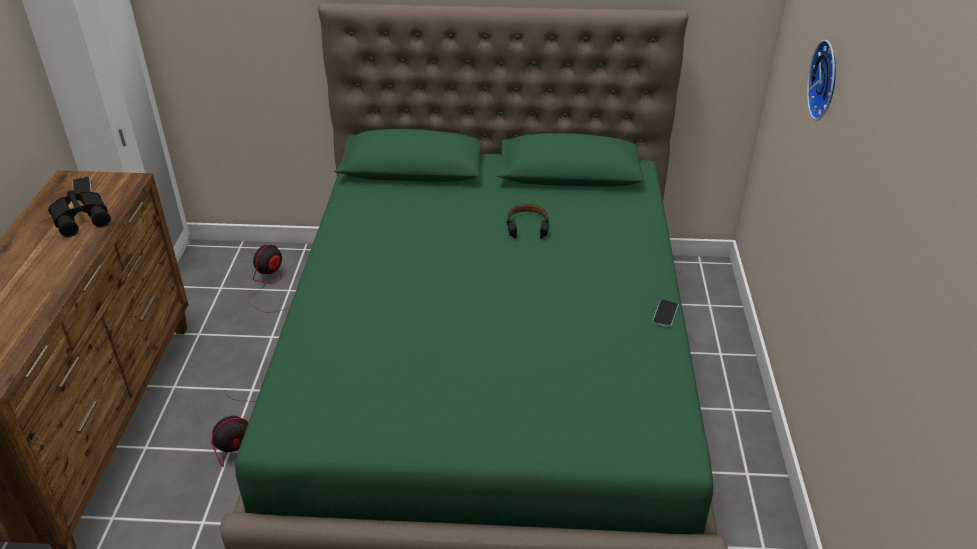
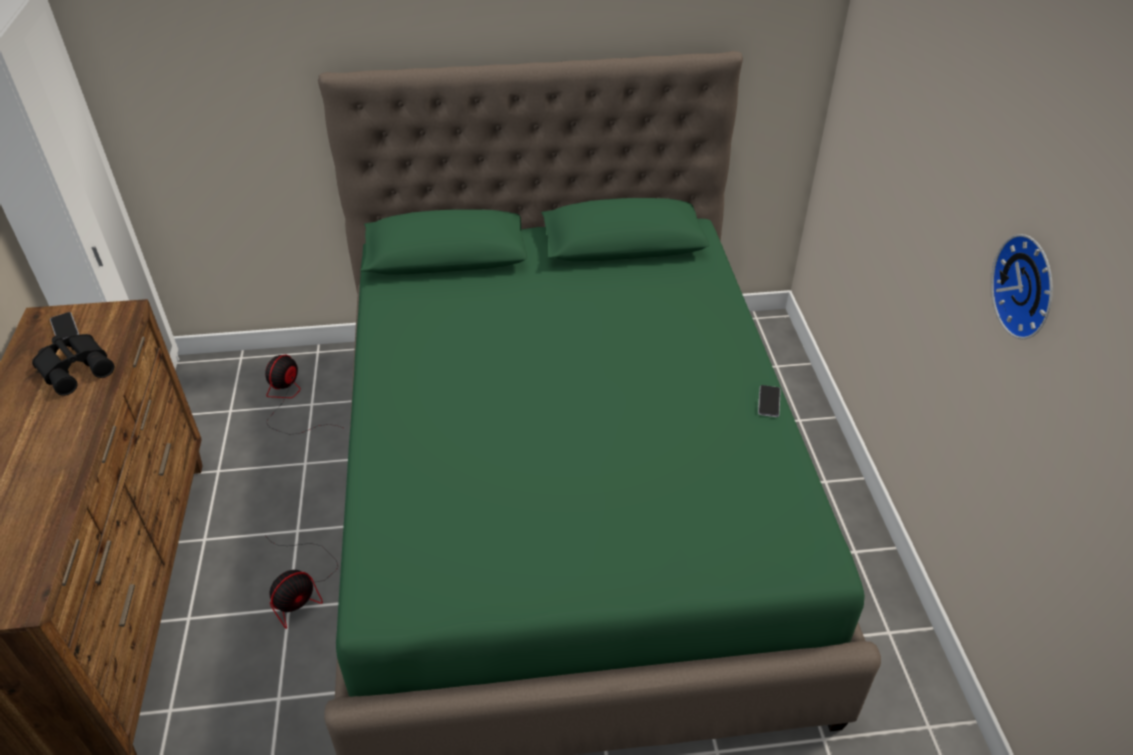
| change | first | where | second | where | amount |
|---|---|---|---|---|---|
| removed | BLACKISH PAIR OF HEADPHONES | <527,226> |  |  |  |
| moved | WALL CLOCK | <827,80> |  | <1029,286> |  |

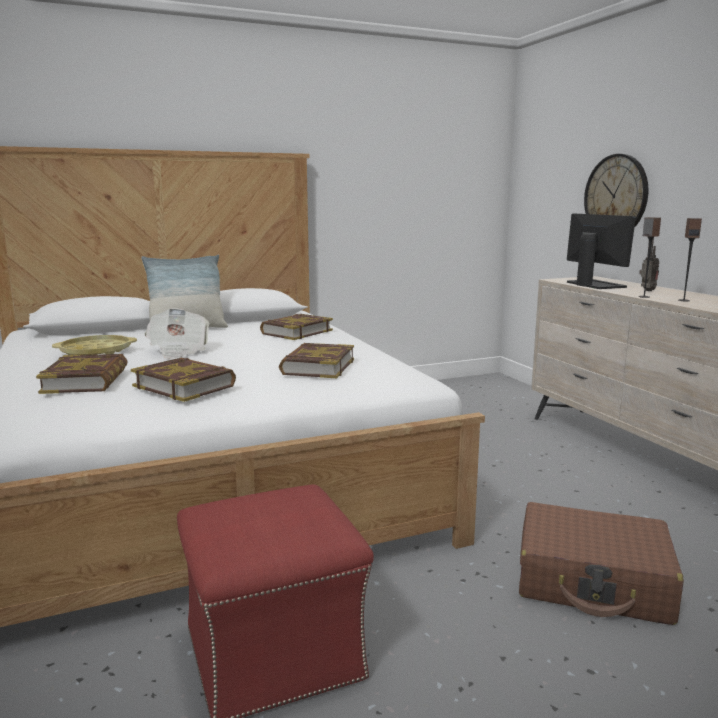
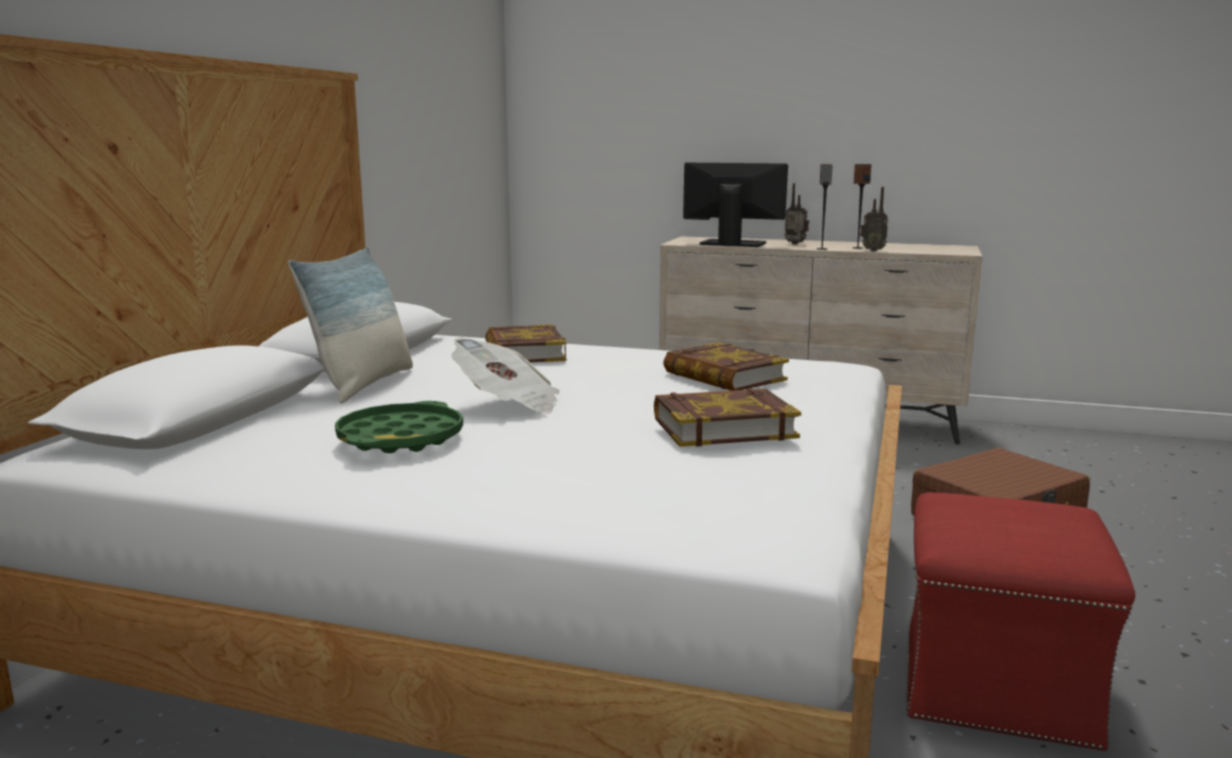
| change | first | where | second | where | amount |
|---|---|---|---|---|---|
| removed | VOLUME | <86,380> |  |  |  |
| recoloured | YELLOW SERVING TRAY | <96,352> | GREEN SERVING TRAY | <401,438> |  |
| removed | WALL CLOCK | <616,196> |  |  |  |
| added |  |  | RADIO RECEIVER | <872,250> |  |

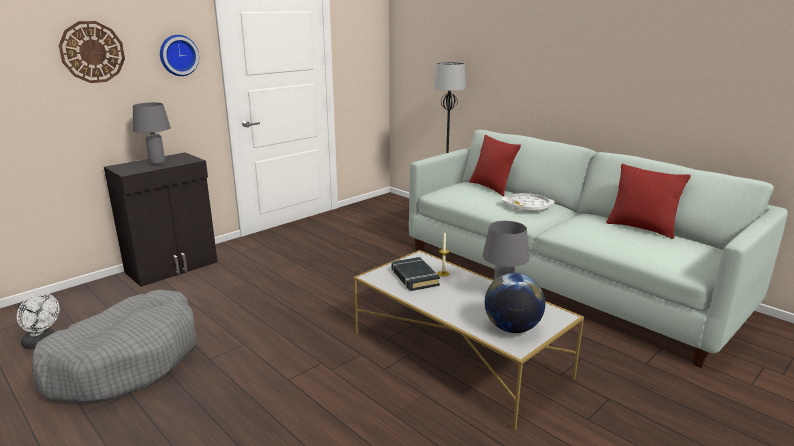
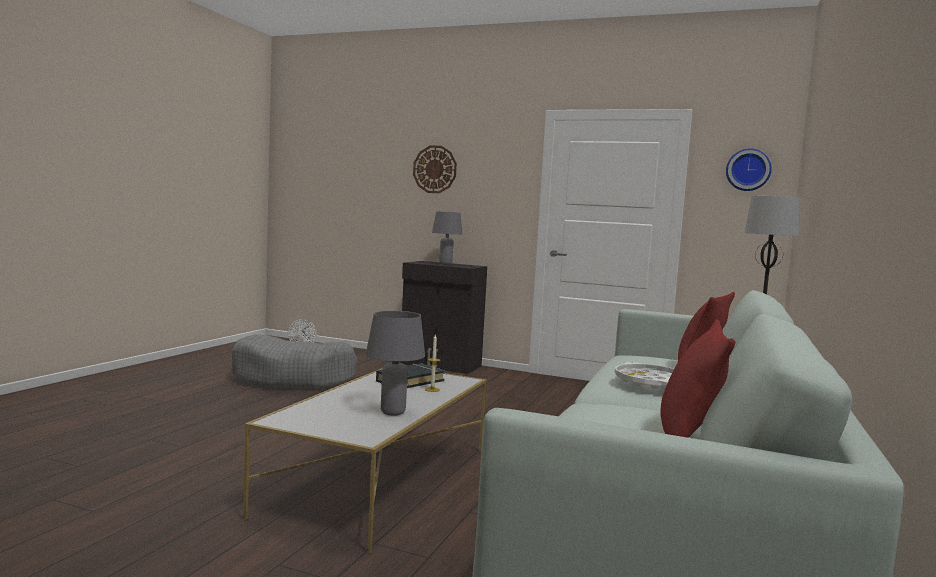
| change | first | where | second | where | amount |
|---|---|---|---|---|---|
| moved | WALL CLOCK | <178,55> |  | <748,170> |  |
| removed | DESK GLOBE | <512,328> |  |  |  |

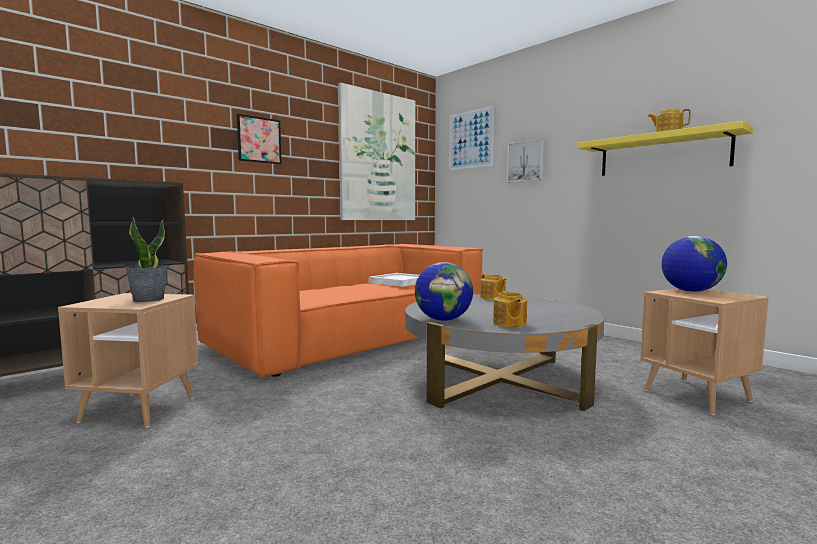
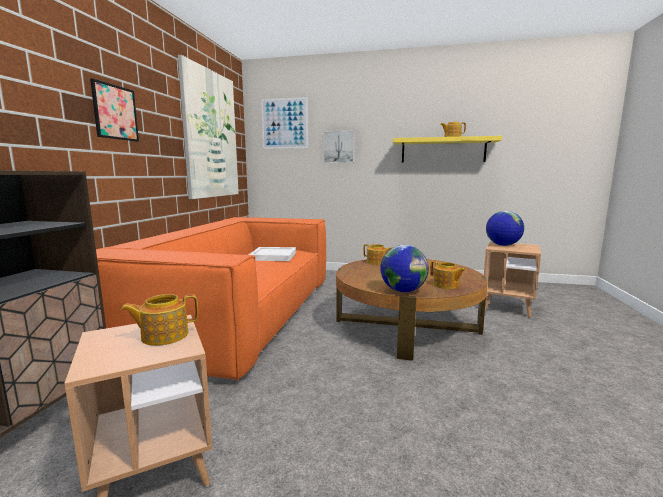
| change | first | where | second | where | amount |
|---|---|---|---|---|---|
| replaced | POTTED PLANT | <148,300> | TEA POT | <164,336> |  |
| recoloured | GREY LOW TABLE | <499,380> | BROWN LOW TABLE | <406,325> |  |

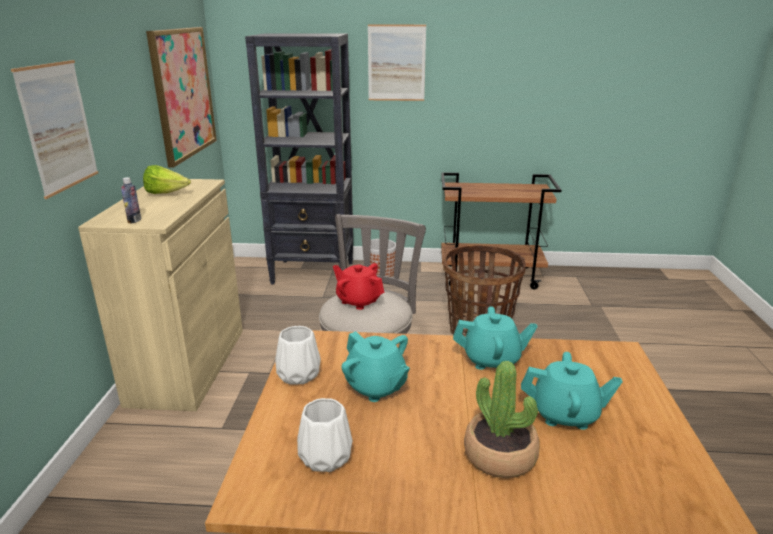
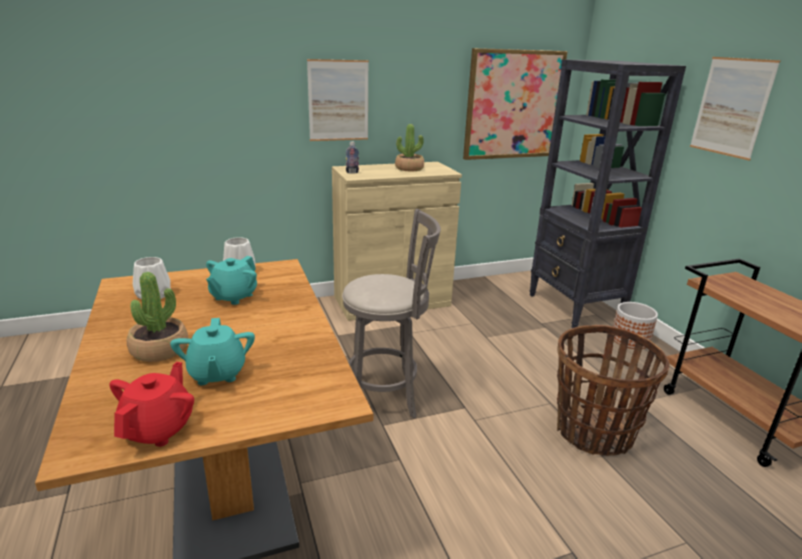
| change | first | where | second | where | amount |
|---|---|---|---|---|---|
| replaced | LETTUCE HEAD | <166,193> | POTTED PLANT | <409,168> |  |
| moved | REDDISH TEA POT | <358,301> |  | <158,429> |  |
| removed | TURQUOISE-COLOURED TEA POT | <492,360> |  |  |  |

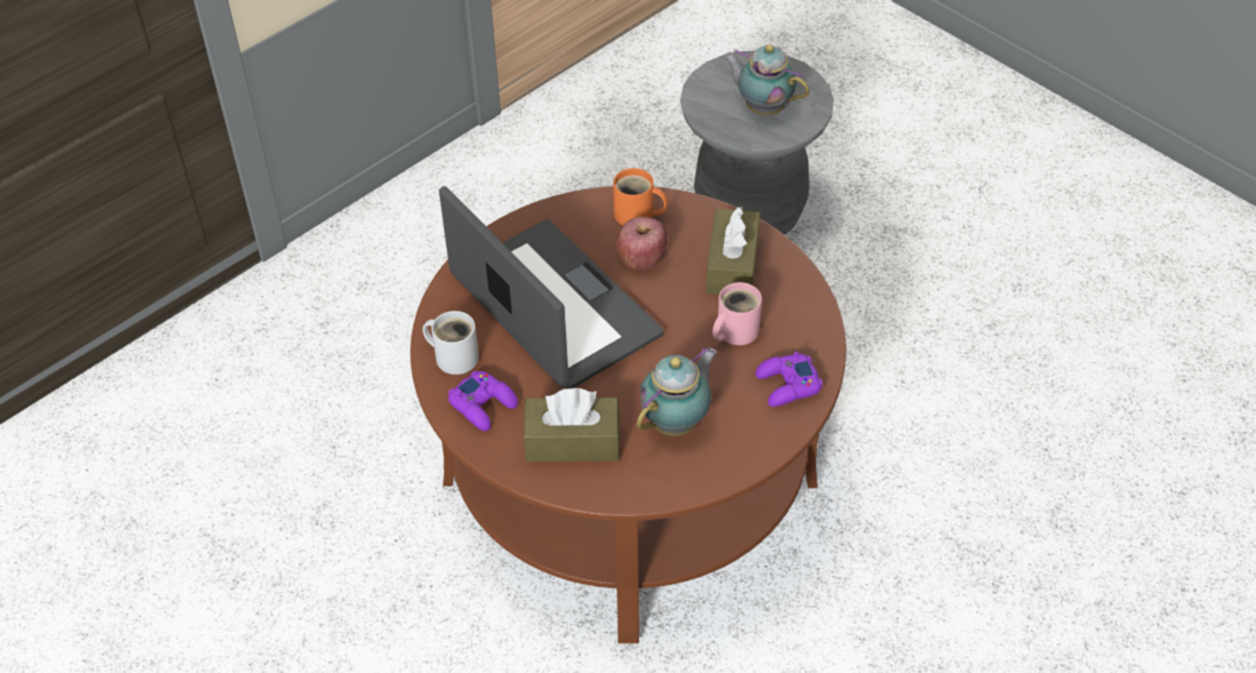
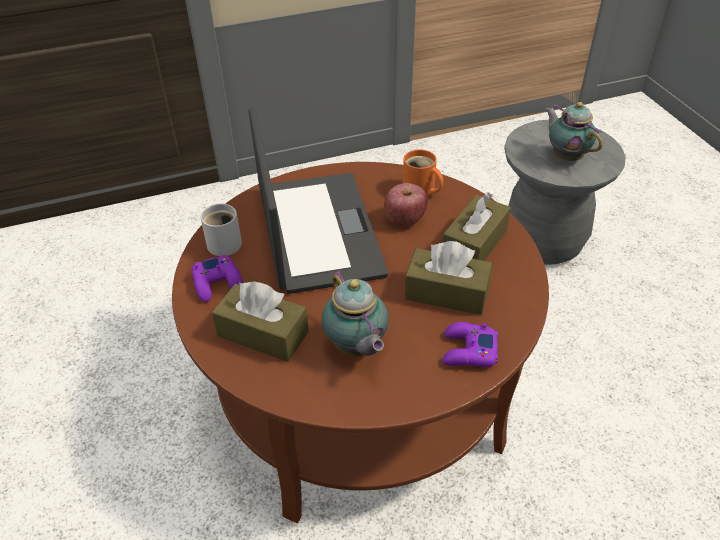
| change | first | where | second | where | amount |
|---|---|---|---|---|---|
| turned | TEA POT | <677,422> |  | <356,348> | 90 degrees clockwise |
| replaced | PINK TEA MUG | <734,331> | BROWN TISSUE HOLDER | <446,293> |  |

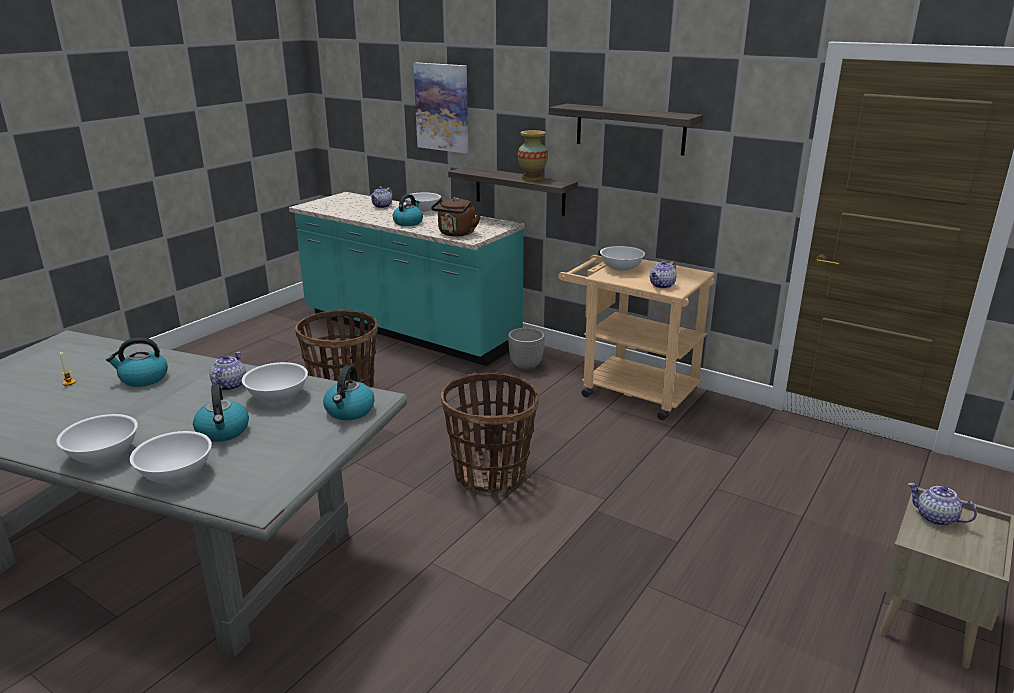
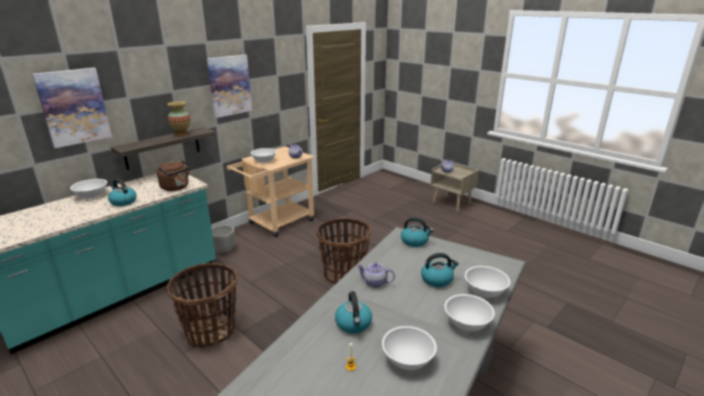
| change | first | where | second | where | amount |
|---|---|---|---|---|---|
| moved | WHITISH SERVING BOWL | <278,396> |  | <407,359> |  |
| removed | TEA POT | <382,206> |  |  |  |
| replaced | BRACKET SHELF | <630,129> | WALL PICTURE | <229,85> |  |

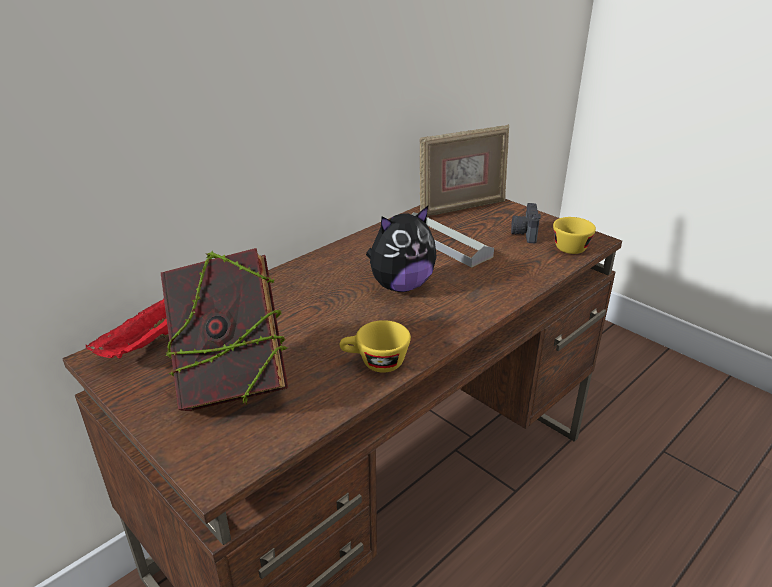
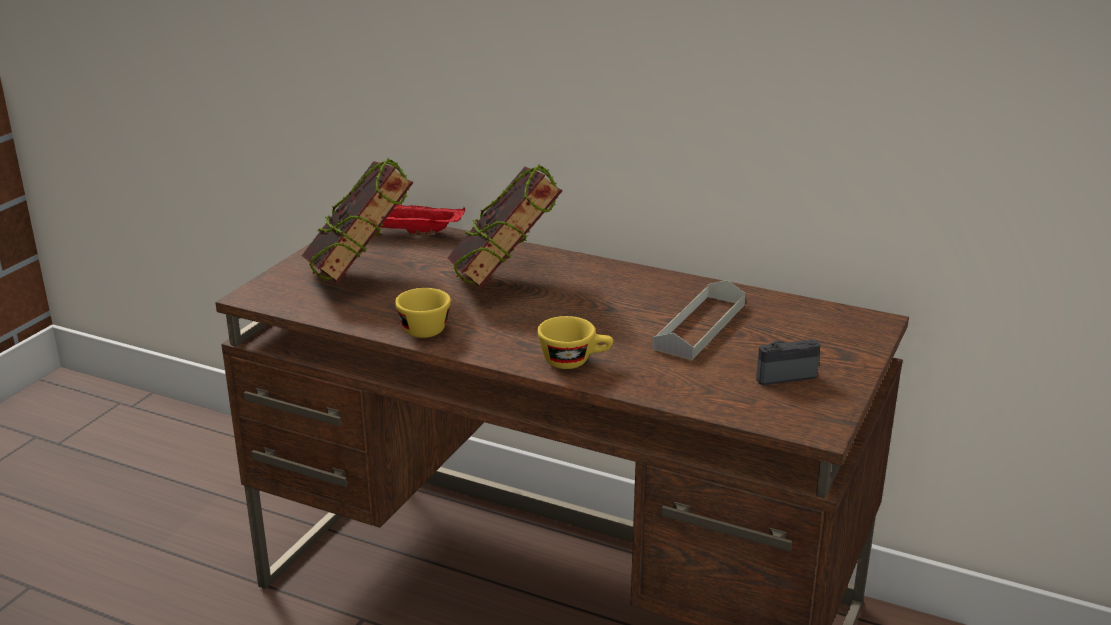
| change | first | where | second | where | amount |
|---|---|---|---|---|---|
| removed | CUDDLY TOY | <400,286> |  |  |  |
| removed | PICTURE FRAME | <461,207> |  |  |  |
| moved | YELLOW CUP | <570,246> |  | <575,361> |  |
| added |  |  | VOLUME | <504,281> |  |

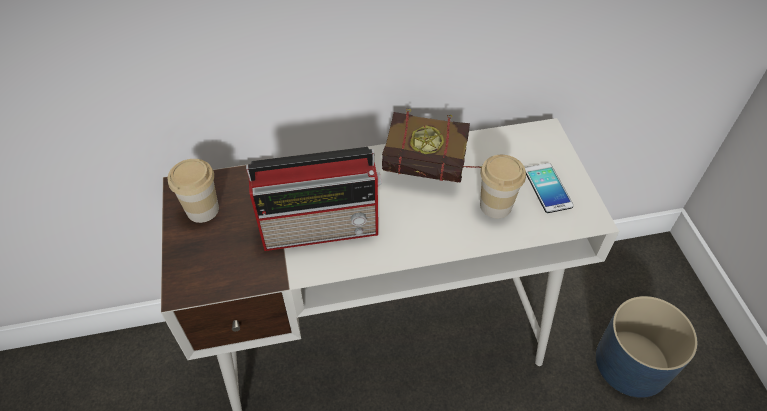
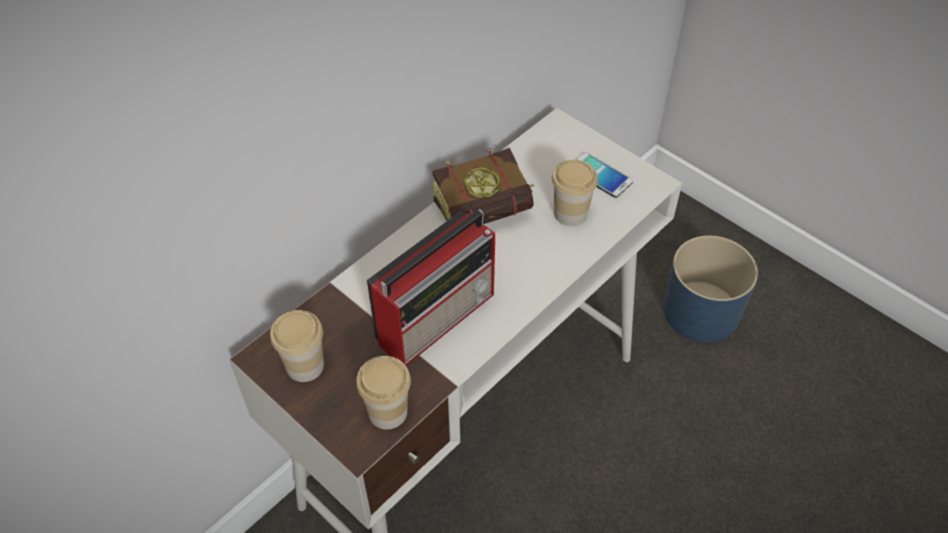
| change | first | where | second | where | amount |
|---|---|---|---|---|---|
| added |  |  | CUP | <388,412> |  |

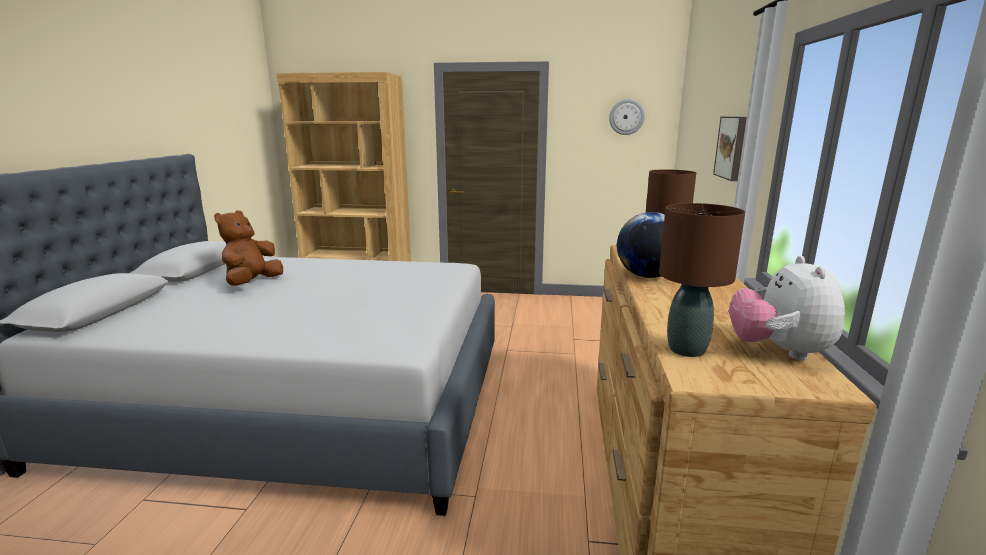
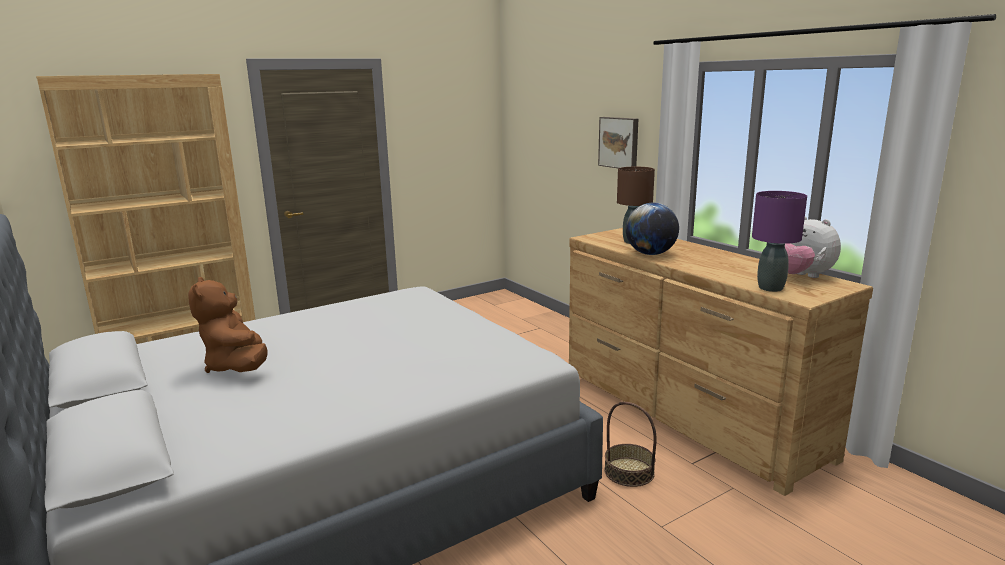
| change | first | where | second | where | amount |
|---|---|---|---|---|---|
| removed | WALL CLOCK | <626,117> |  |  |  |
| recoloured | BROWN TABLETOP LAMP | <686,350> | PURPLE TABLETOP LAMP | <770,288> |  |
| added |  |  | STORAGE BASKET | <629,472> |  |

